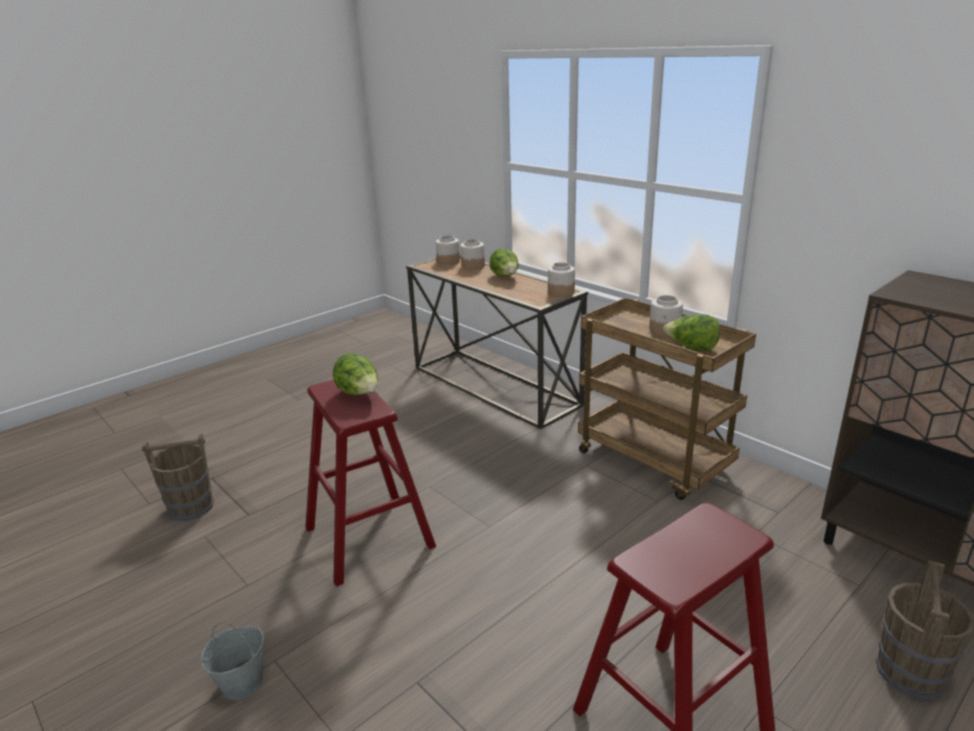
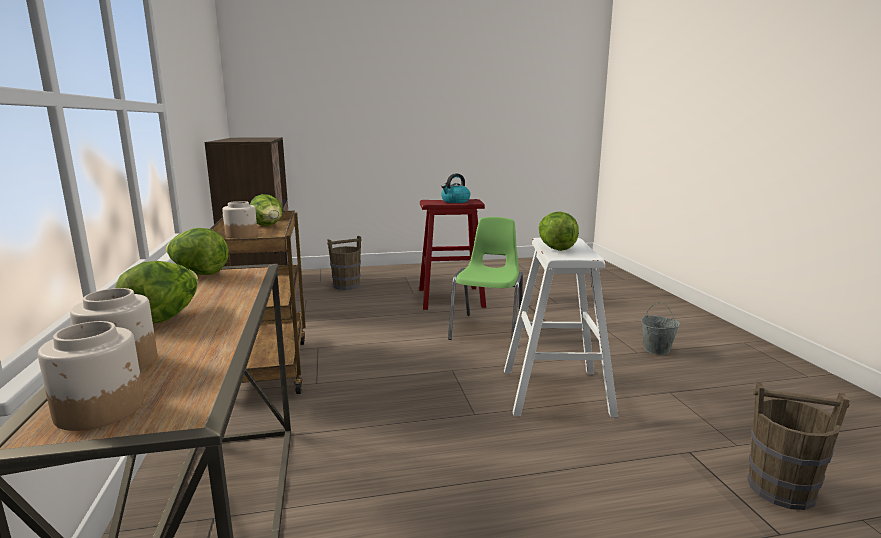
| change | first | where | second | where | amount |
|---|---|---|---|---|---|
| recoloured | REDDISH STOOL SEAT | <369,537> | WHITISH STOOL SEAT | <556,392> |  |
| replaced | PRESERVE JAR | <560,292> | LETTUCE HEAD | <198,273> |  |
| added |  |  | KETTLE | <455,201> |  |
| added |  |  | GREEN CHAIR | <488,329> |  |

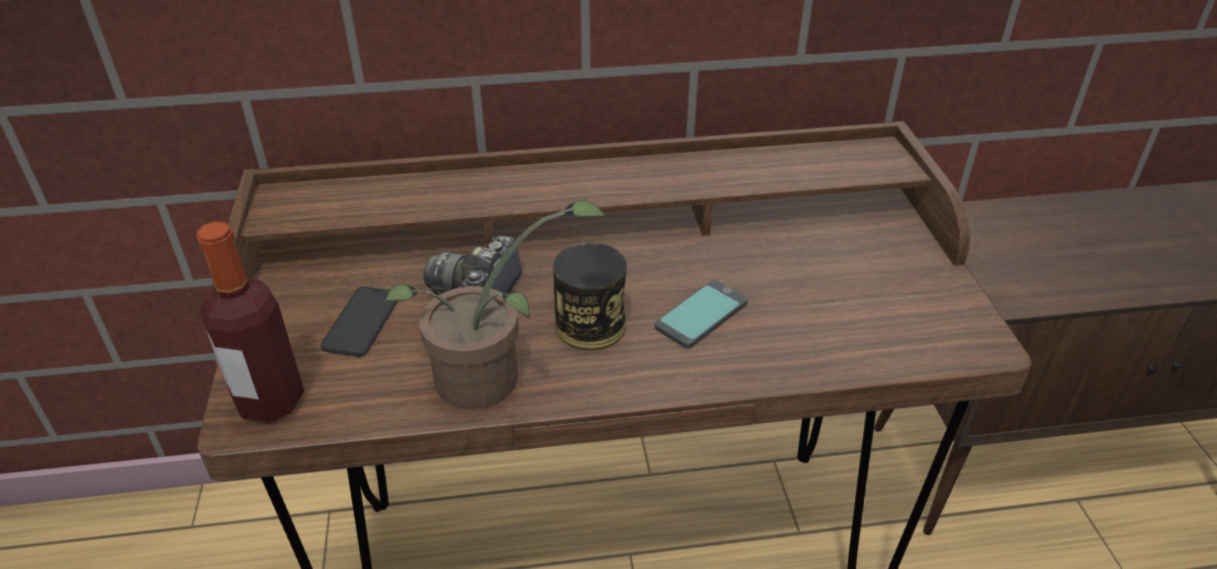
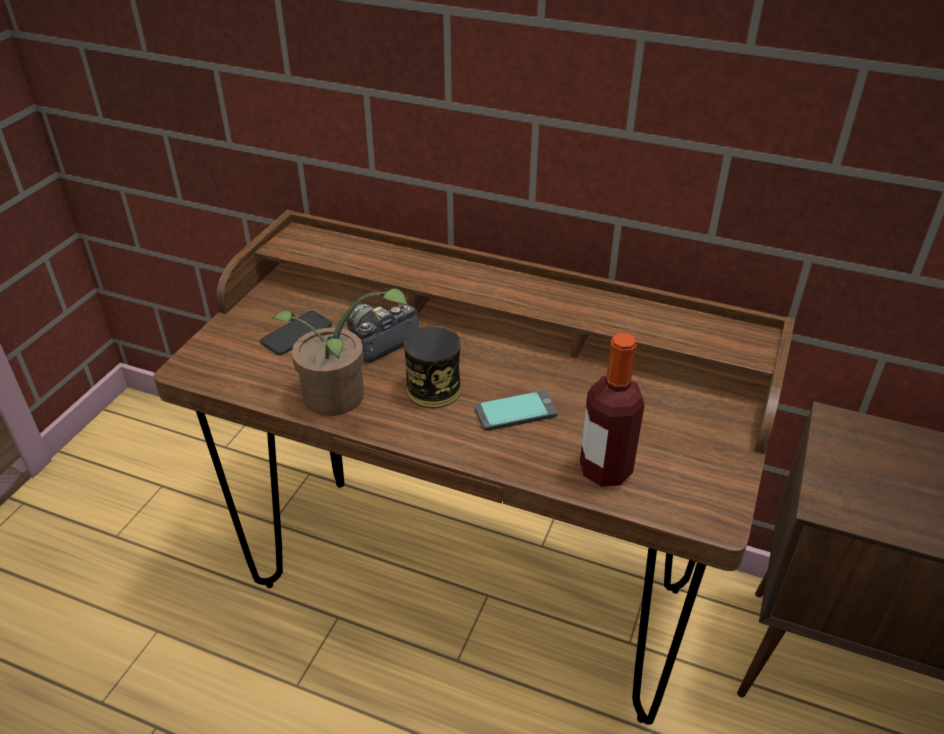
| change | first | where | second | where | amount |
|---|---|---|---|---|---|
| moved | BEVERAGE BOTTLE | <270,401> |  | <605,470> |  |

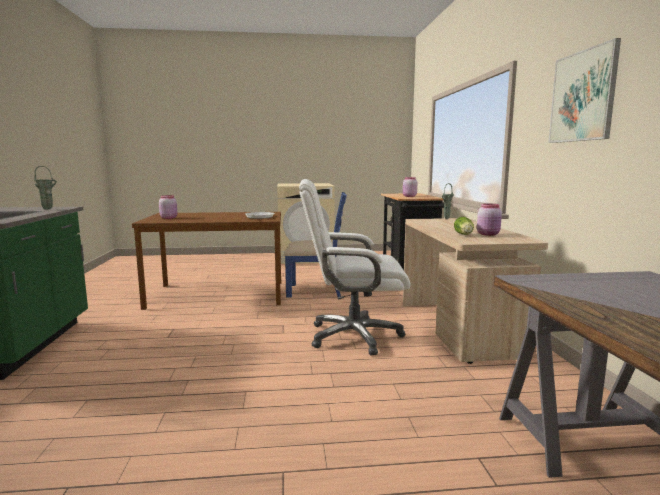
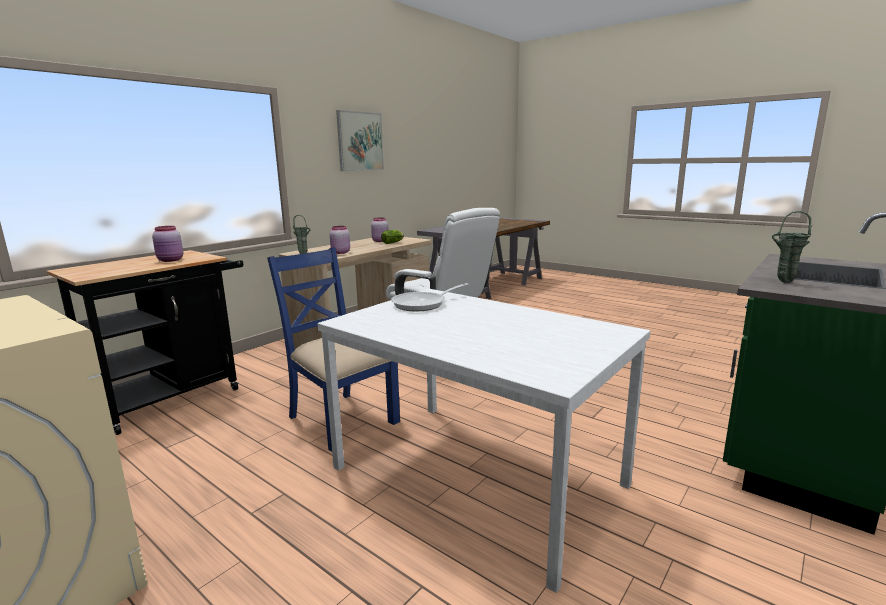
| change | first | where | second | where | amount |
|---|---|---|---|---|---|
| recoloured | BROWN KITCHEN TABLE | <217,295> | WHITISH KITCHEN TABLE | <479,476> |  |
| moved | PINK PRESERVE JAR | <169,218> |  | <340,252> |  |

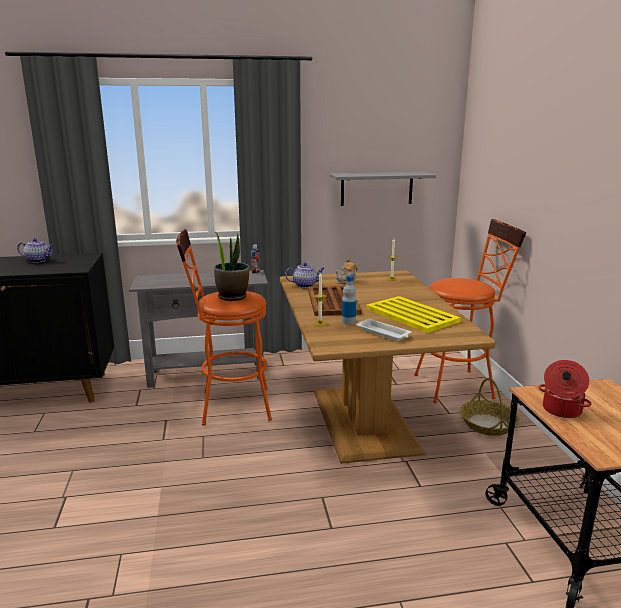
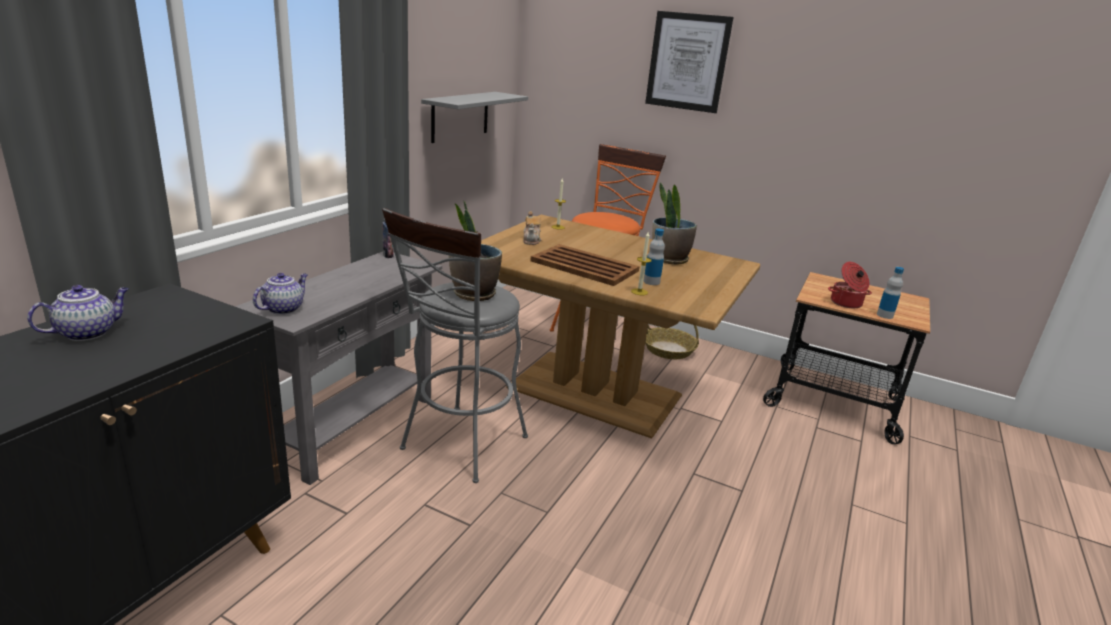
| change | first | where | second | where | amount |
|---|---|---|---|---|---|
| recoloured | ORANGEY STOOL SEAT | <228,406> | GREY STOOL SEAT | <459,447> |  |
| moved | TEA POT | <305,285> |  | <283,308> |  |
| removed | WHITISH SERVING TRAY | <384,333> |  |  |  |
| replaced | YELLOW SERVING TRAY | <412,315> | POTTED PLANT | <669,259> |  |
| added |  |  | WALL PICTURE | <687,62> |  |
| added |  |  | BEVERAGE BOTTLE | <885,315> |  |

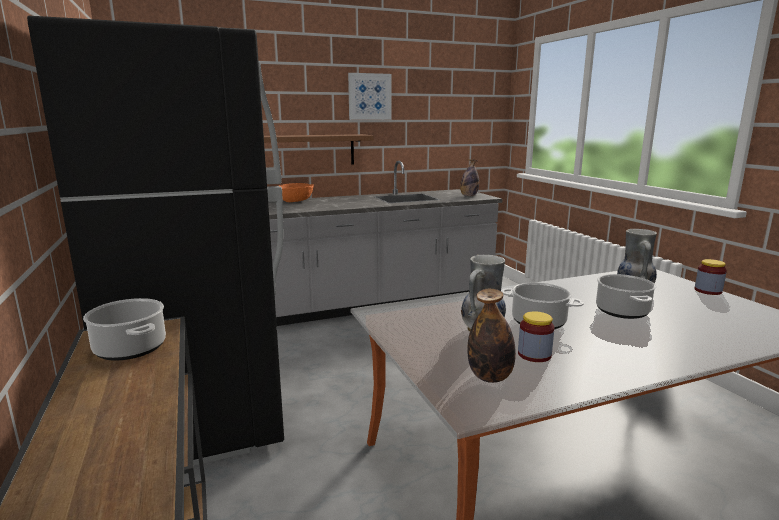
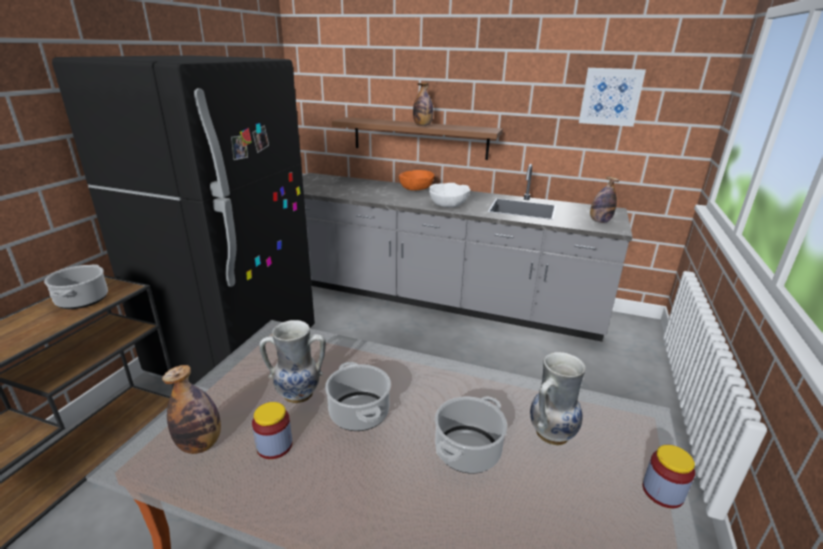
| change | first | where | second | where | amount |
|---|---|---|---|---|---|
| moved | WALL PICTURE | <369,96> |  | <610,97> |  |
| added |  |  | BEVERAGE BOTTLE | <422,125> |  |
| added |  |  | WHITISH SERVING BOWL | <448,204> |  |

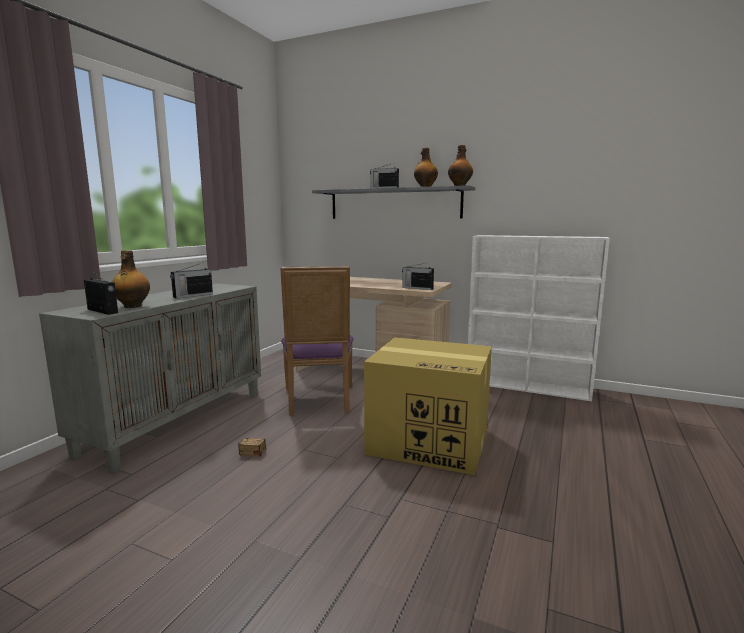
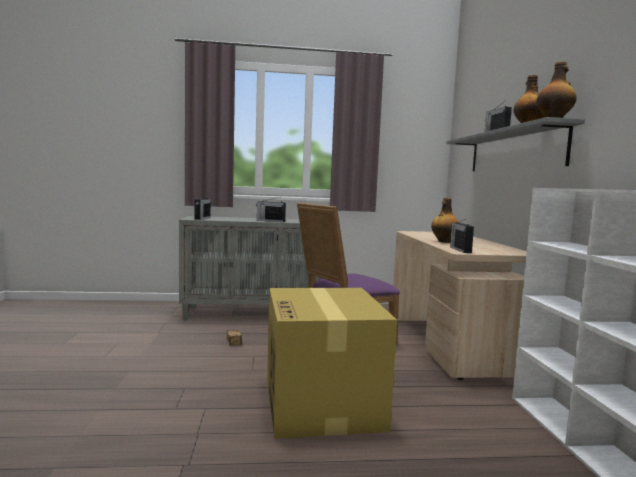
| change | first | where | second | where | amount |
|---|---|---|---|---|---|
| moved | BEVERAGE BOTTLE | <132,306> |  | <444,242> |  |

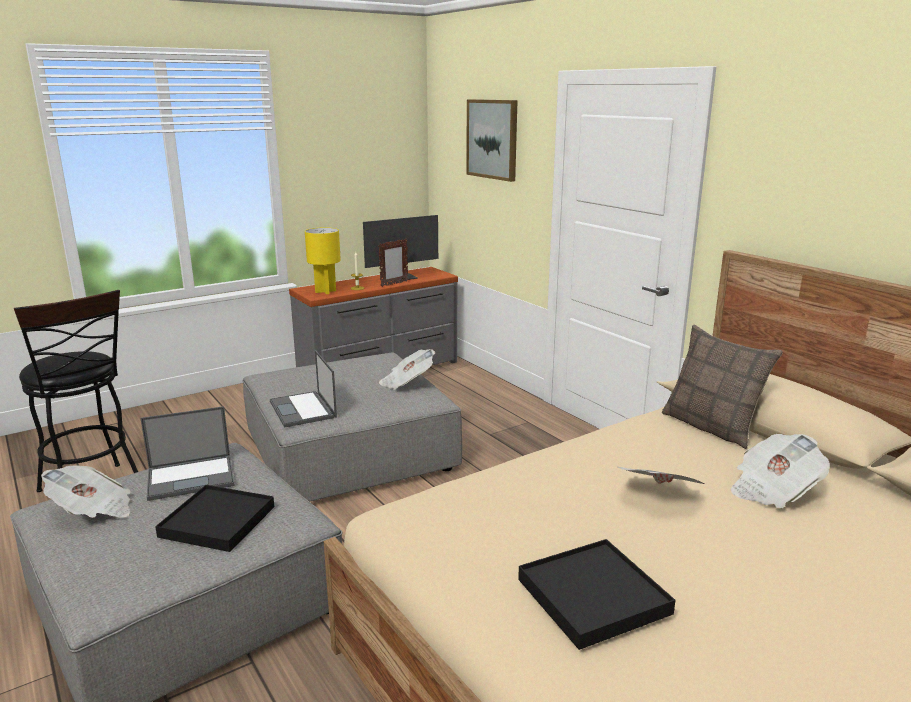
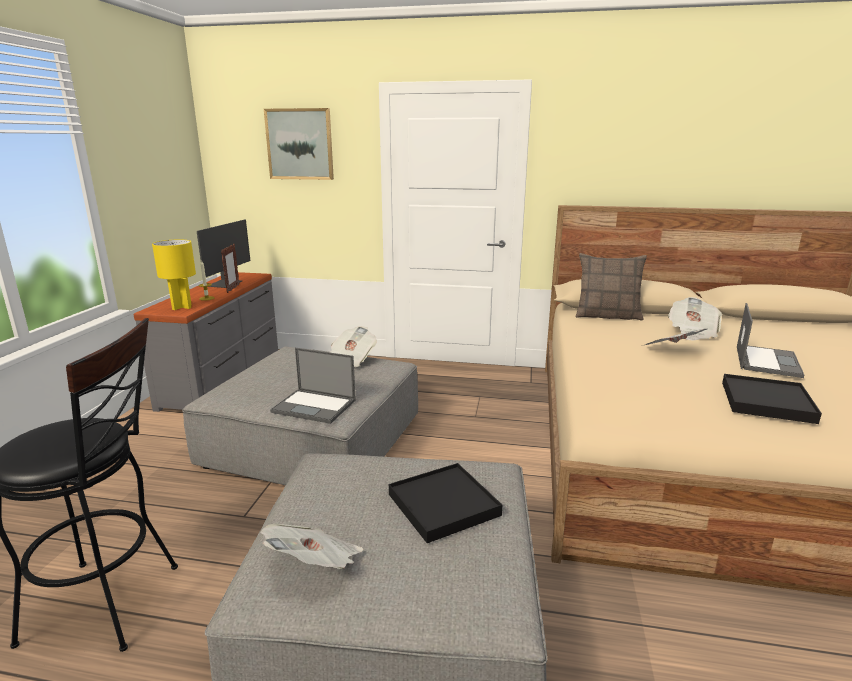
| change | first | where | second | where | amount |
|---|---|---|---|---|---|
| moved | NOTEBOOK COMPUTER | <192,477> |  | <766,361> |  |

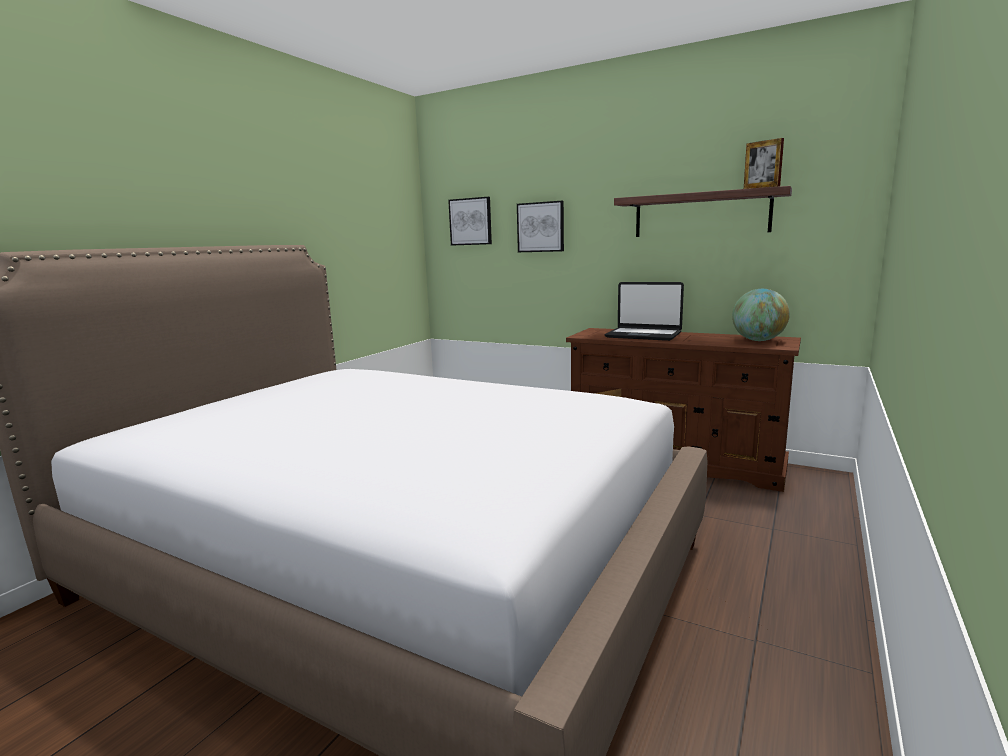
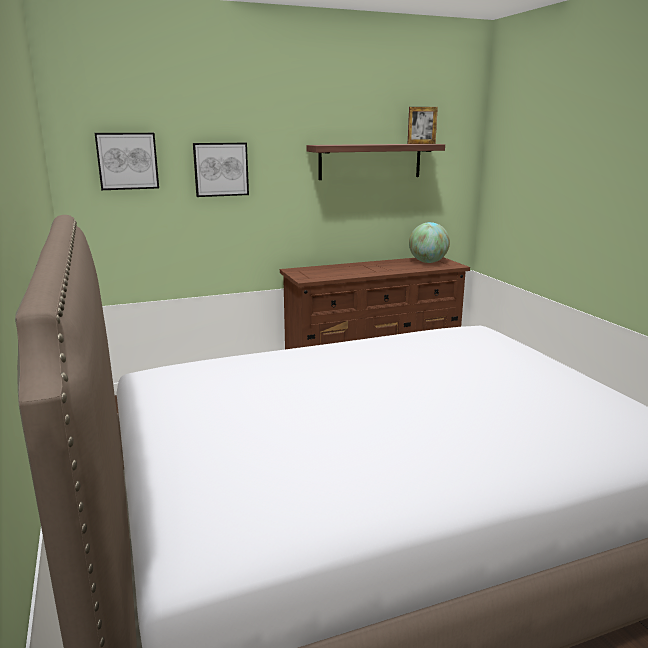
| change | first | where | second | where | amount |
|---|---|---|---|---|---|
| removed | NOTEBOOK COMPUTER | <643,335> |  |  |  |

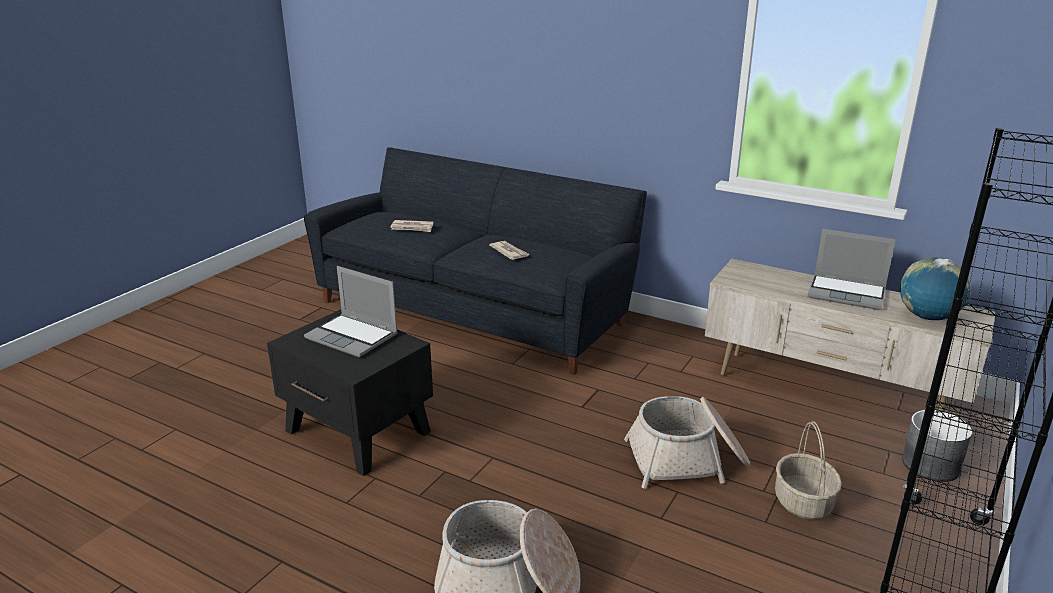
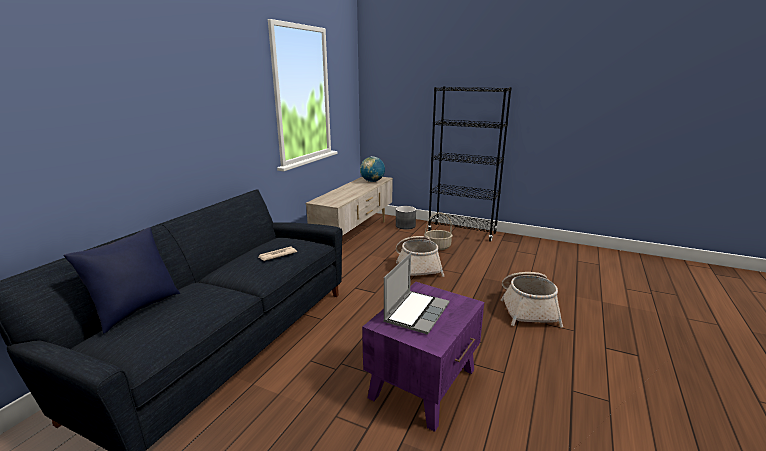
| change | first | where | second | where | amount |
|---|---|---|---|---|---|
| recoloured | BLACKISH END TABLE | <358,432> | PURPLE END TABLE | <424,382> |  |
| removed | NEWSPAPER | <412,228> |  |  |  |
| removed | NOTEBOOK COMPUTER | <847,293> |  |  |  |
| added |  |  | BLUE-COLOURED PILLOW | <136,309> |  |

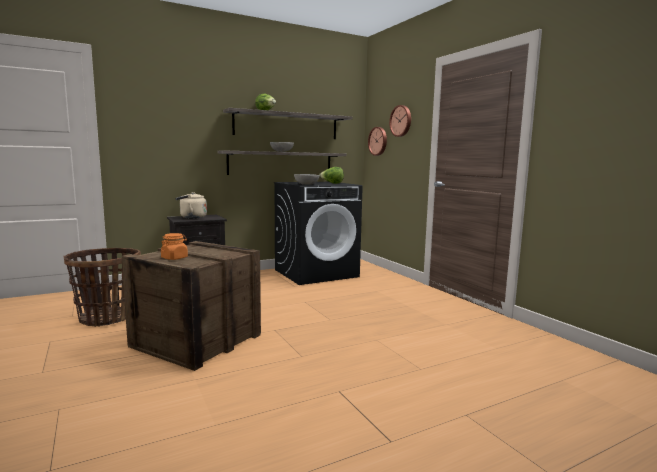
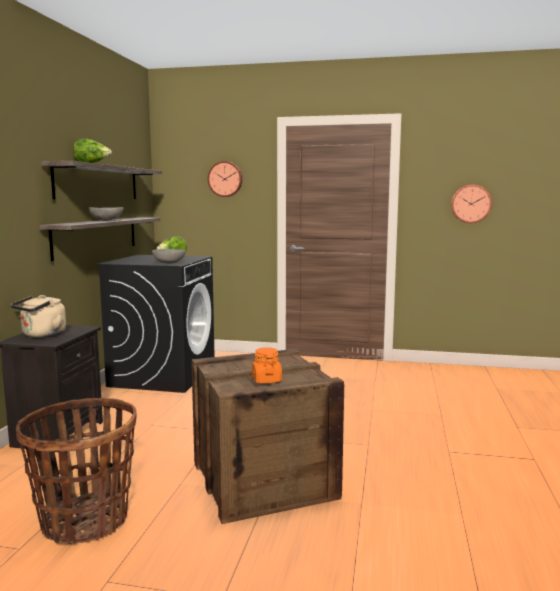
| change | first | where | second | where | amount |
|---|---|---|---|---|---|
| moved | WALL CLOCK | <378,141> |  | <471,203> |  |

